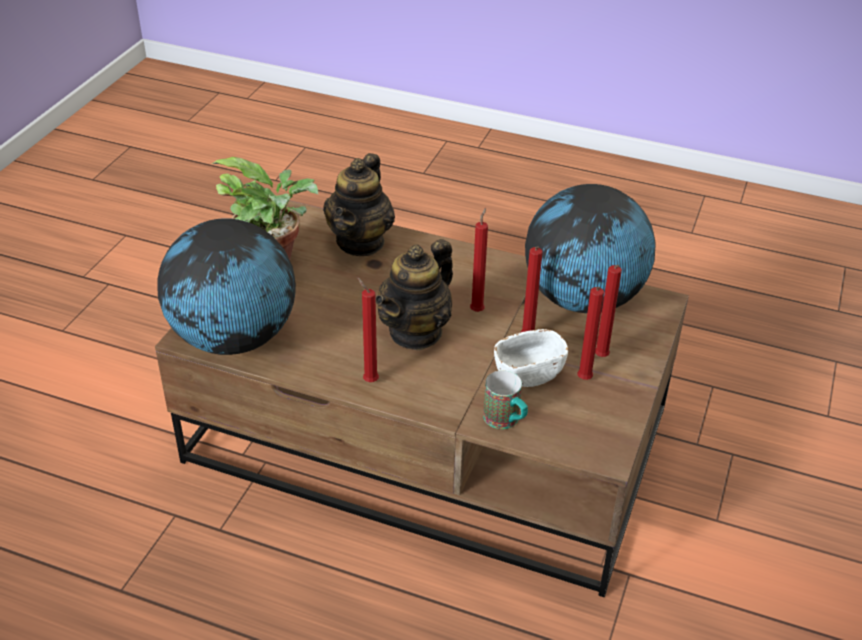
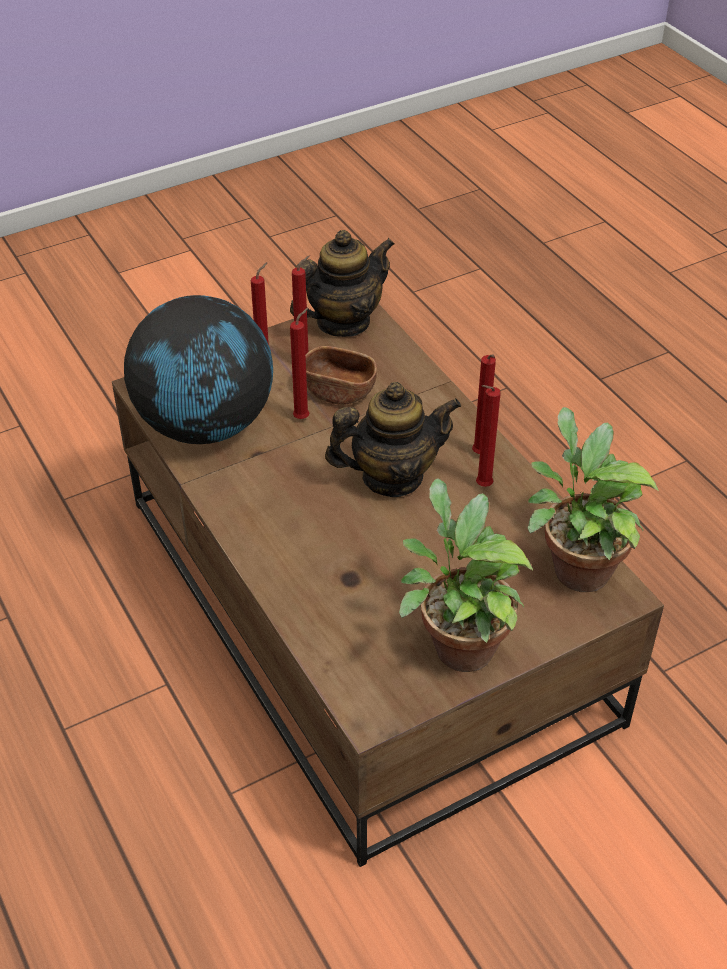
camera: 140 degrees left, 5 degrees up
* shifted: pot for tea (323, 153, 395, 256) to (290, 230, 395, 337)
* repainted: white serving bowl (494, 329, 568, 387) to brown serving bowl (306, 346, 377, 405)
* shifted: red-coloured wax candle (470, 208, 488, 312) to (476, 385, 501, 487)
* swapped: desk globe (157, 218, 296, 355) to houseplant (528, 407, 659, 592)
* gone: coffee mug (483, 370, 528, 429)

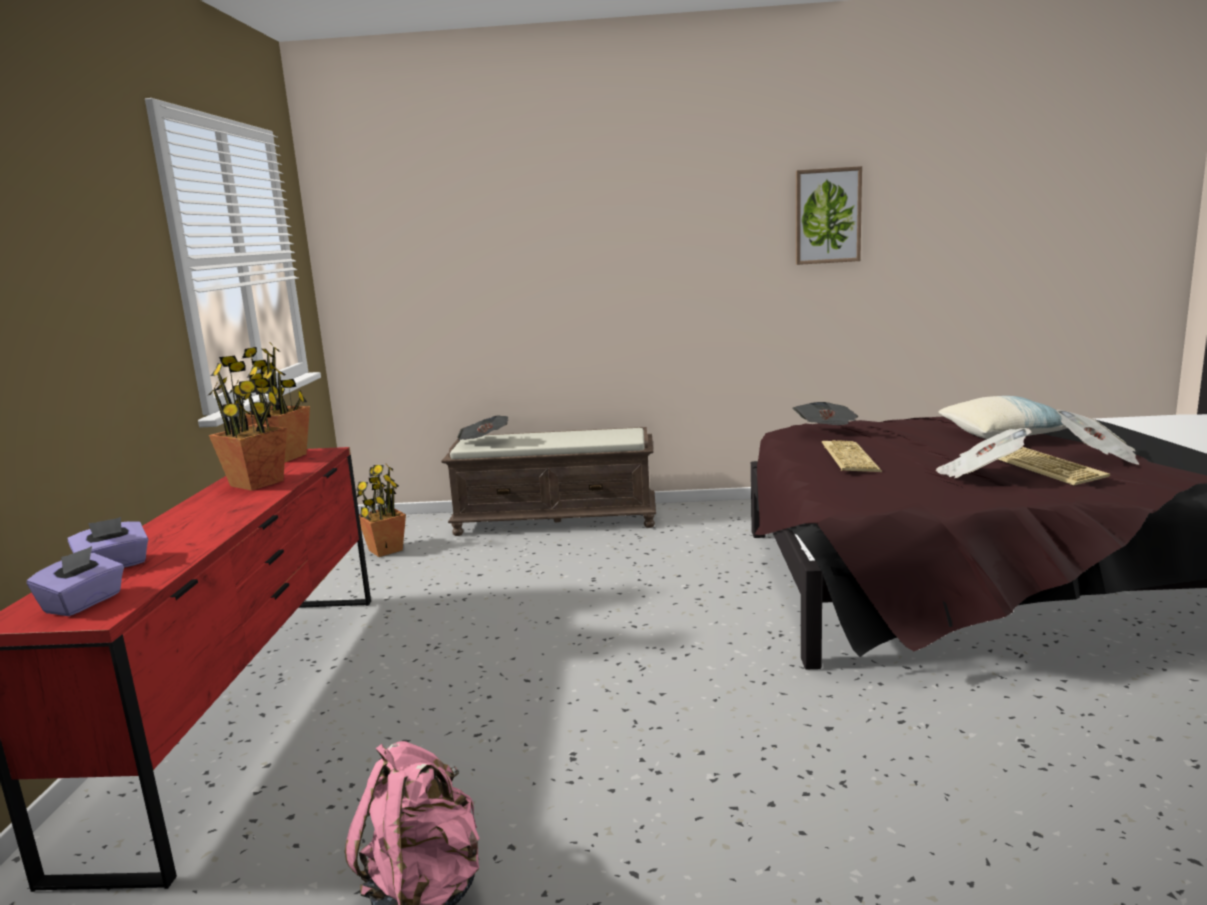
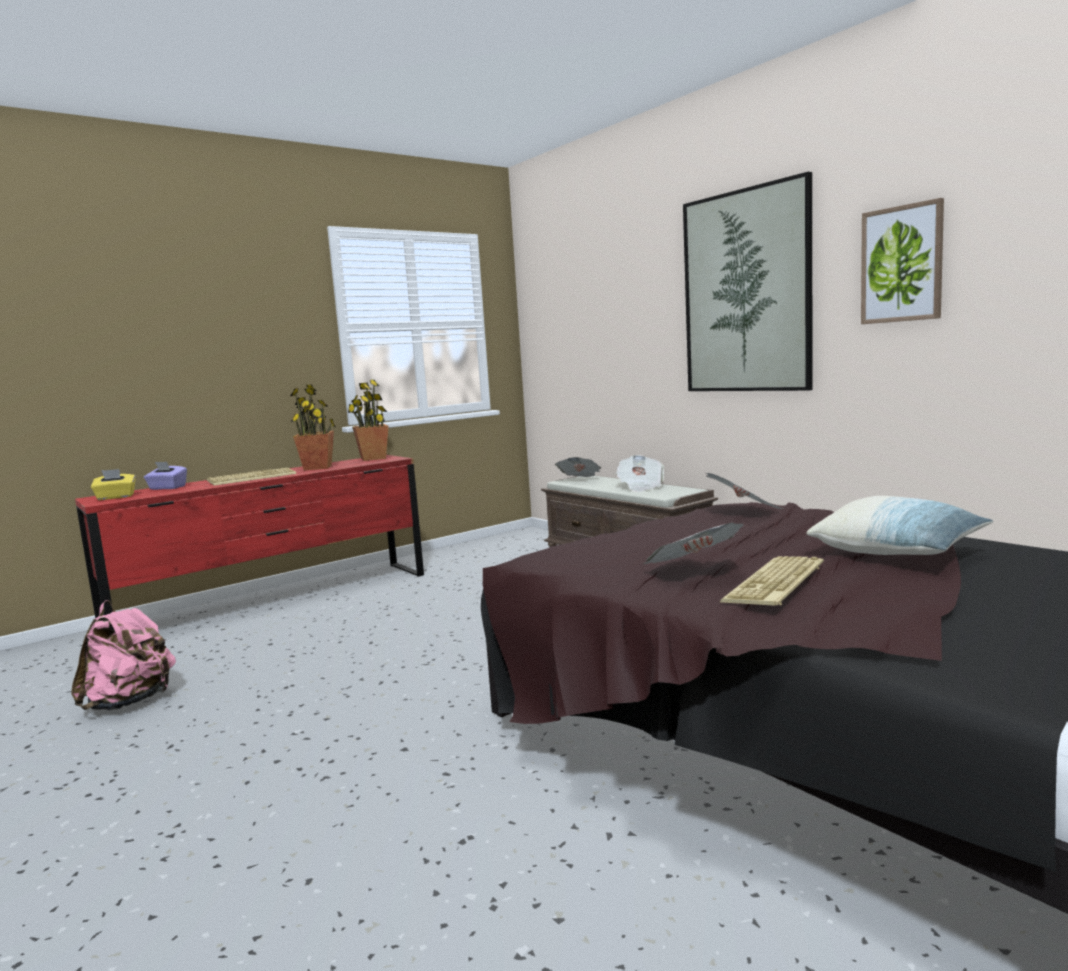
camera: 50 degrees right, 5 degrees down
* repainted: purple box of tissues (27, 546, 124, 616) to yellowish box of tissues (91, 469, 136, 500)
* shifted: PC keyboard (822, 440, 882, 472) to (207, 468, 296, 486)
* shifted: daily paper (1056, 409, 1139, 465) to (615, 455, 664, 492)
* new: picture (683, 172, 813, 391)
* gone: houseplant (356, 464, 406, 557)

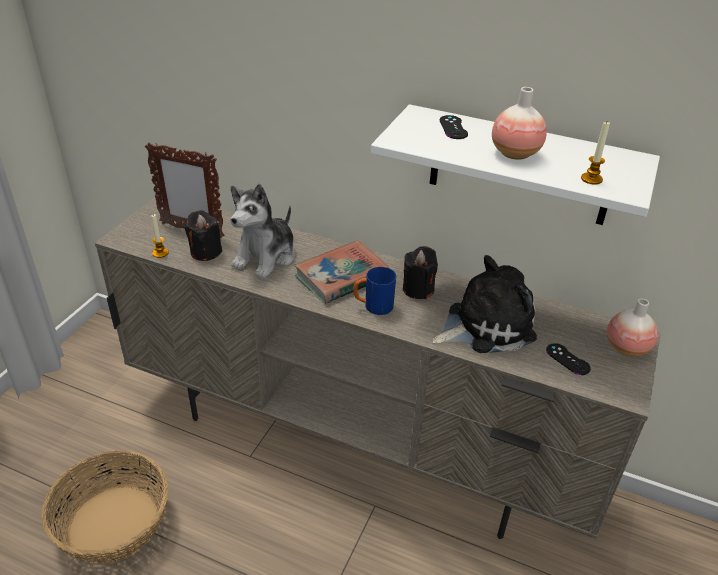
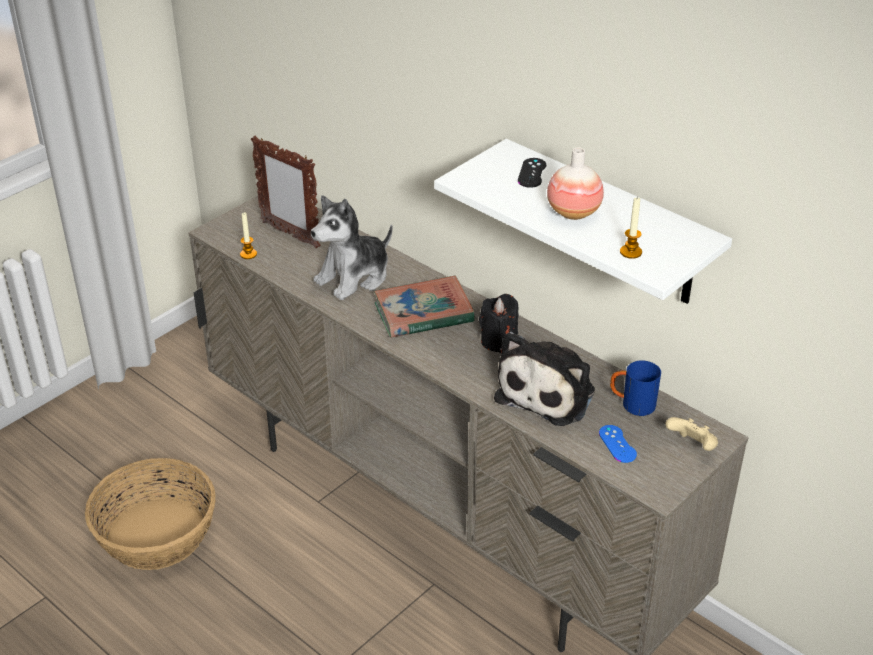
camera: 20 degrees right, 0 degrees up
* rotated: cuddly toy (432, 255, 537, 353) = (494, 332, 595, 426) 120 degrees clockwise
* repainted: black gamepad (546, 343, 591, 375) to blue-coloured gamepad (599, 425, 637, 463)
* shifted: blue-coloured coffee mug (353, 267, 396, 315) to (610, 361, 661, 416)
* swapped: flower vase (607, 299, 658, 356) to beige-coloured gamepad (666, 417, 718, 451)
* gone: black wax candle (185, 210, 222, 261)

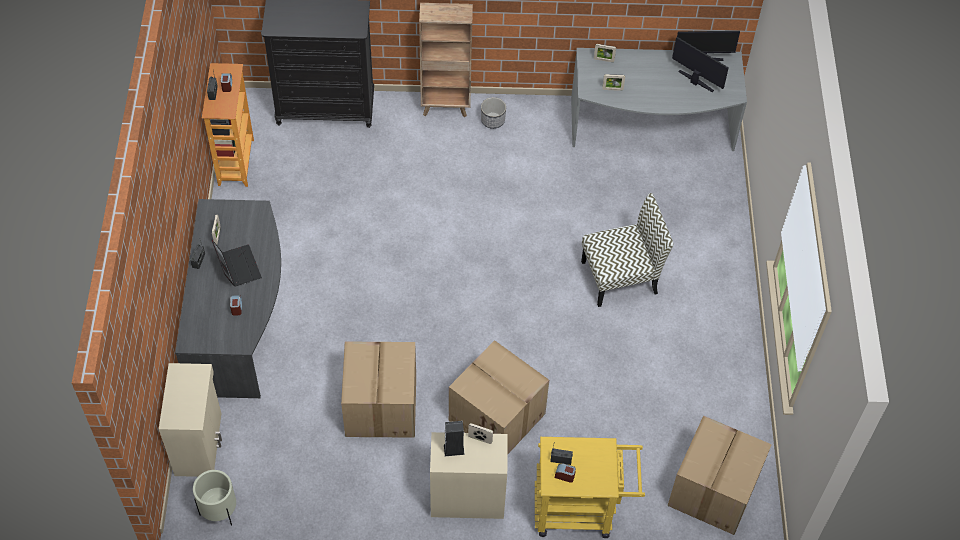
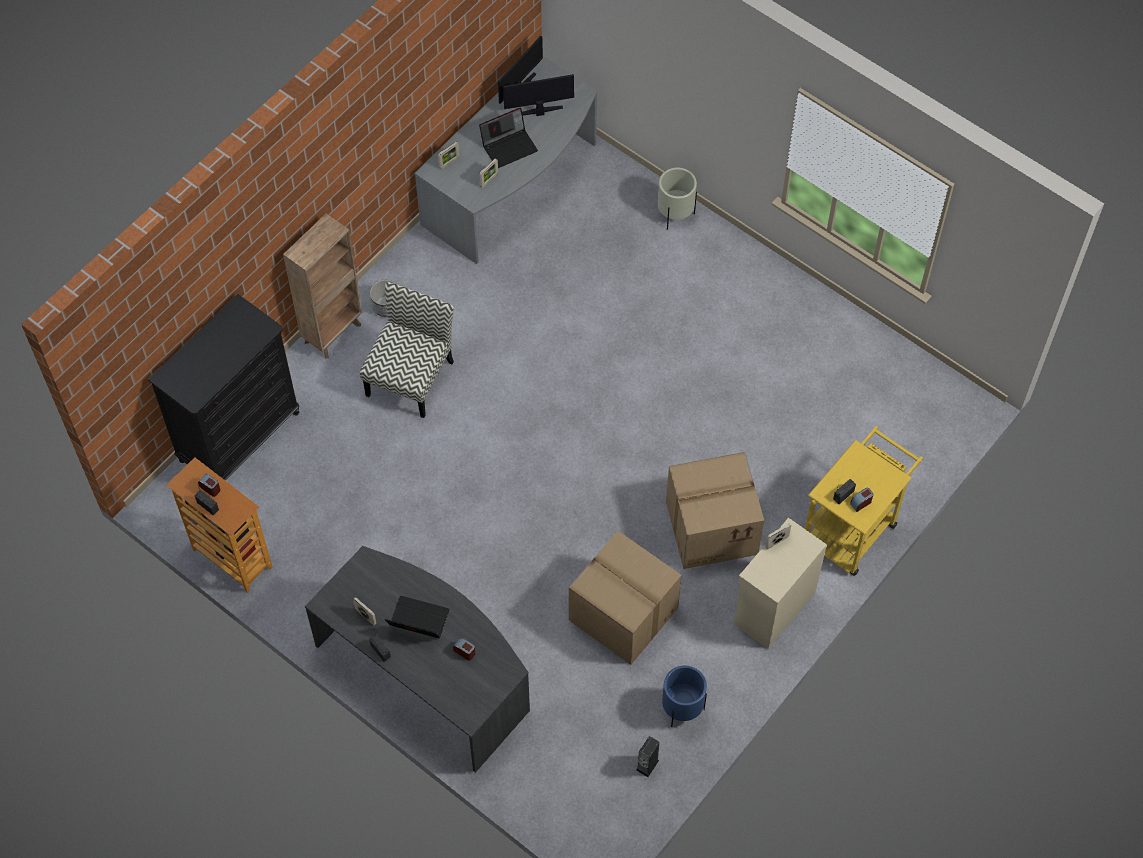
camera: 50 degrees left, 5 degrees up
* shifted: chair (581, 193, 674, 307) to (360, 282, 454, 418)
* new: portable computer (479, 107, 538, 168)
* shifted: loudspeaker (444, 421, 465, 456) to (636, 736, 660, 777)
* shifted: beige-coloured flower pot (193, 470, 236, 526) to (658, 168, 697, 230)
* new: blue-coloured flower pot (662, 666, 707, 727)
* gone: beige-coloured cupboard (159, 363, 222, 477)
* gone: packing box (668, 416, 772, 535)

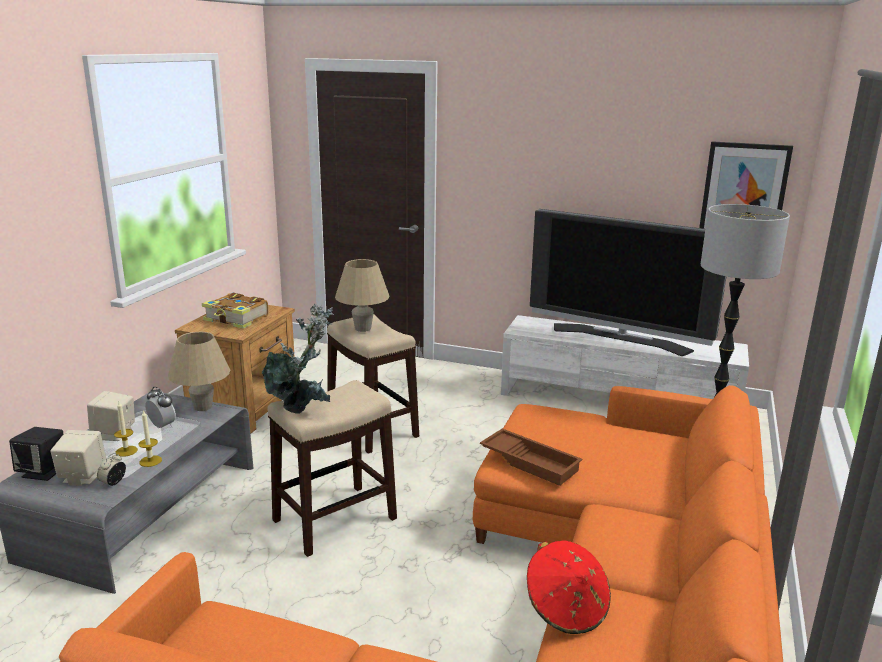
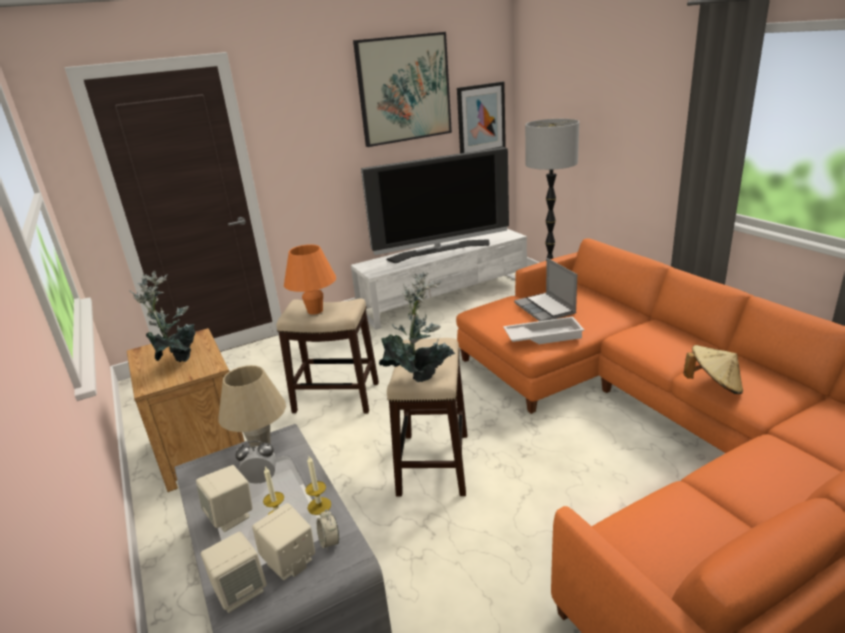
camera: 45 degrees left, 5 degrees up
* swapped: volume (202, 293, 269, 329) to houseplant (130, 271, 196, 362)
* repainted: black loudspeaker (9, 427, 63, 481) to beige-coloured loudspeaker (201, 531, 267, 613)
* repainted: beige-coloured lamp for a table (335, 259, 390, 332) to orangey lamp for a table (284, 244, 336, 314)
* new: picture (353, 32, 452, 147)
* repainted: brown tray (480, 429, 583, 486) to white tray (503, 317, 584, 344)
* new: portable computer (514, 258, 577, 321)
* repainted: red-coloured hat (527, 541, 611, 634) to beige-coloured hat (684, 345, 743, 394)

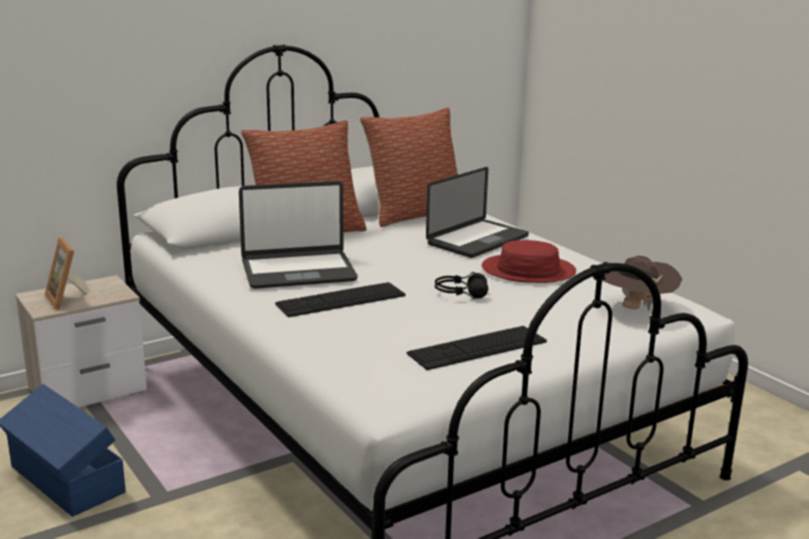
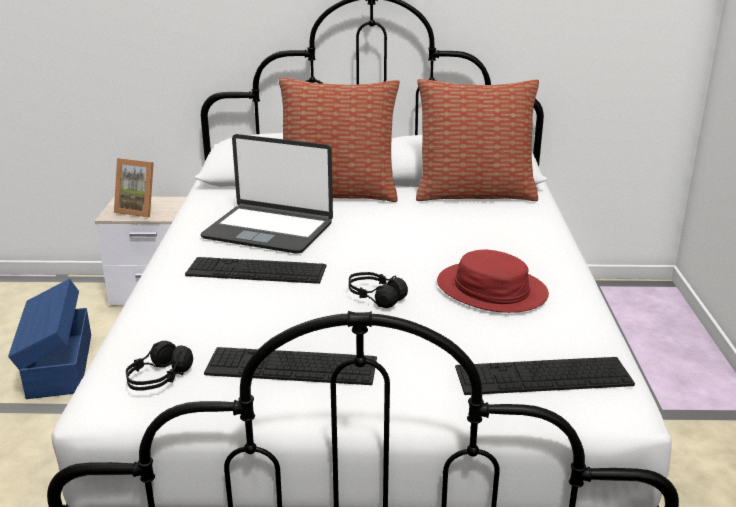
camera: 35 degrees right, 5 degrees up
* rotated: photo frame (45, 238, 90, 310) = (114, 158, 154, 217) 75 degrees counterclockwise
* new: black headset (126, 341, 193, 391)
* swapped: brown hat (603, 256, 683, 311) to PC keyboard (455, 357, 635, 395)
* gone: portable computer (426, 167, 529, 258)

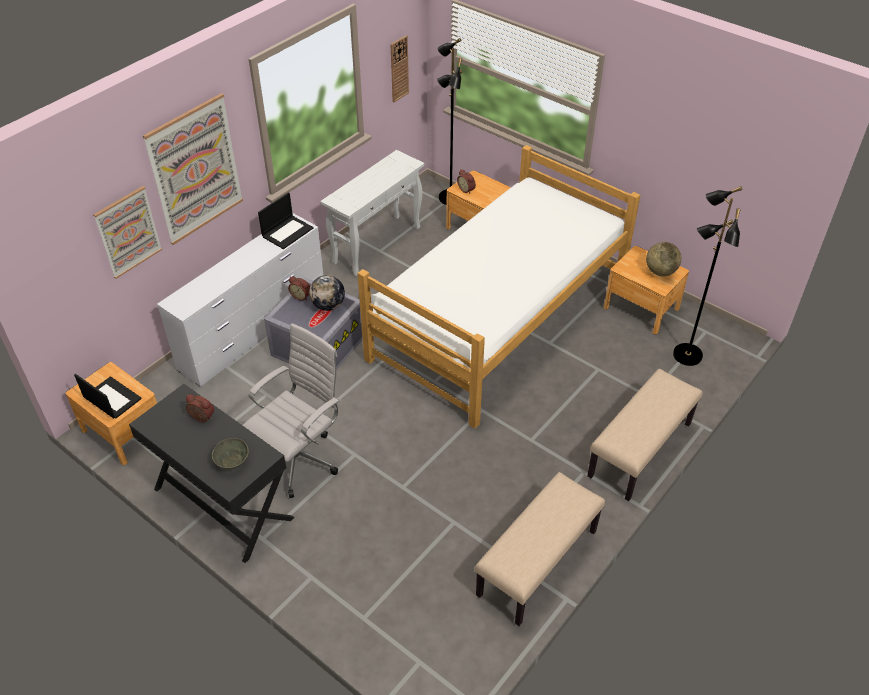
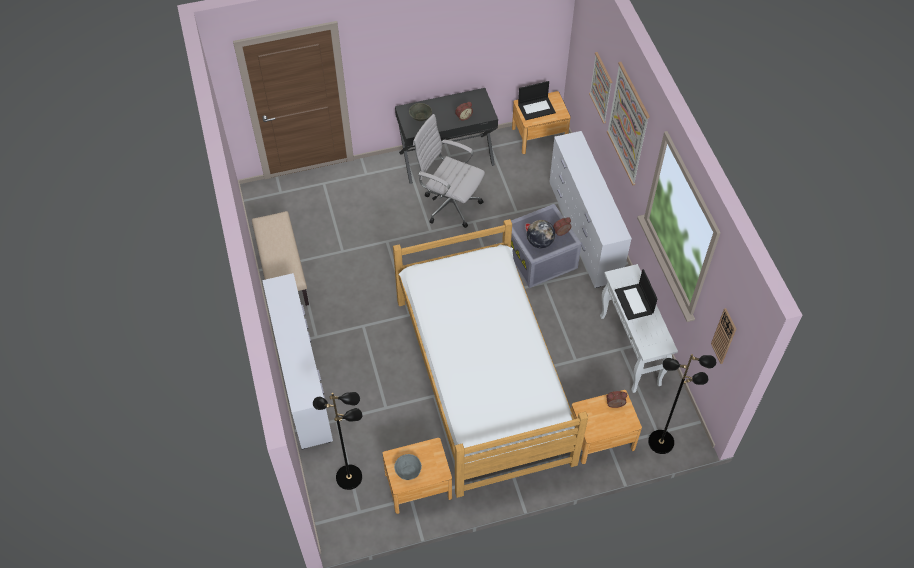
camera: 125 degrees right, 10 degrees up
* swapped: beige-coloured long seat (587, 369, 703, 501) to white chest of drawers (262, 273, 333, 449)
* swapped: desk globe (646, 242, 681, 276) to gray serving bowl (394, 454, 422, 480)
* rotated: white office chair (243, 323, 340, 498) = (413, 114, 485, 228) 135 degrees clockwise
* shifted: portable computer (258, 192, 313, 249) to (615, 269, 657, 320)

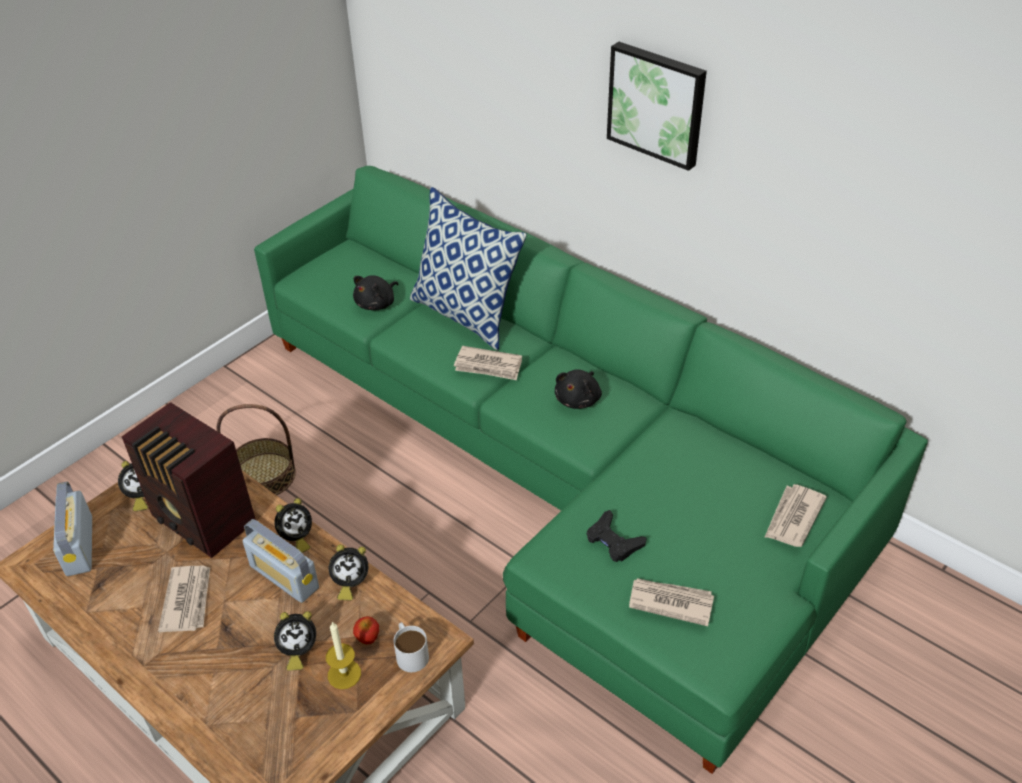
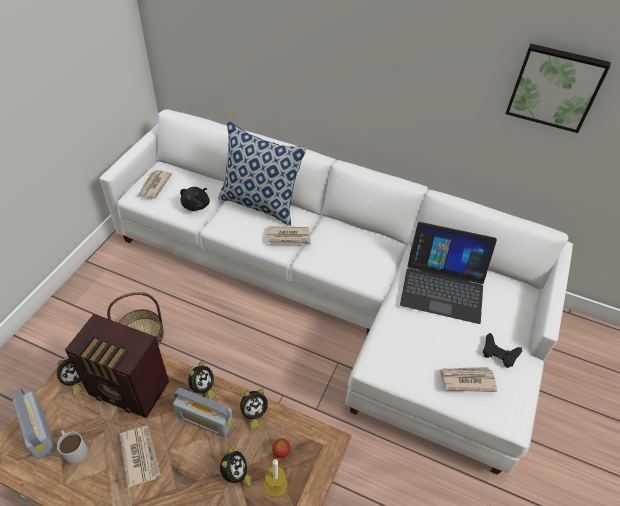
camera: 20 degrees left, 5 degrees up
* shifted: white coffee mug (394, 622, 429, 672) to (57, 430, 88, 464)
* repainted: green couch (254, 166, 928, 774) to white couch (100, 109, 573, 475)
* shifted: daily paper (764, 484, 827, 547) to (137, 170, 172, 199)
* rotated: table clock (274, 611, 316, 671) = (220, 448, 253, 487) 45 degrees counterclockwise
* new: portable computer (400, 222, 497, 324)
* shifted: black gamepad (587, 510, 647, 562) to (482, 333, 522, 368)
* shifted: picture (607, 42, 707, 171) to (505, 43, 611, 133)
* gone: black cuddly toy (554, 370, 602, 409)

